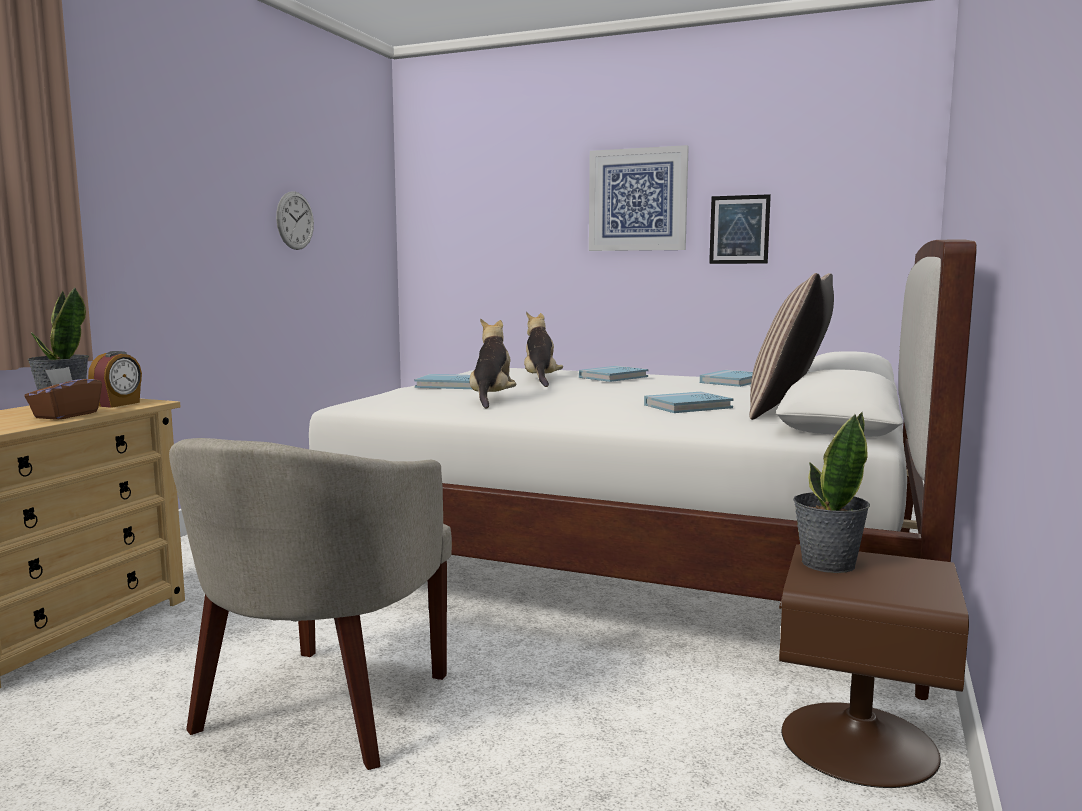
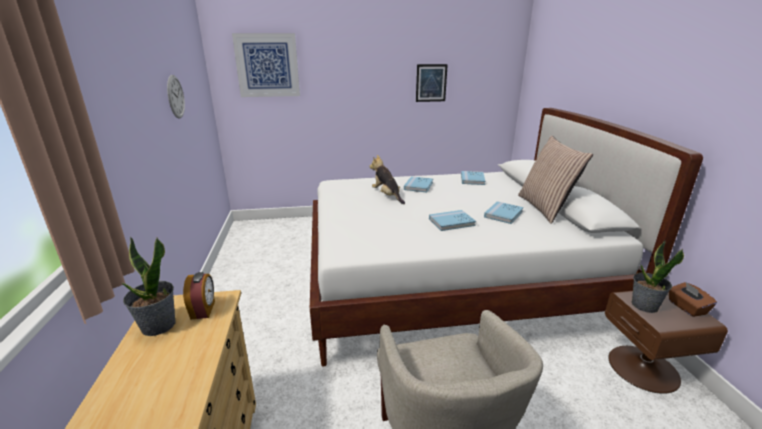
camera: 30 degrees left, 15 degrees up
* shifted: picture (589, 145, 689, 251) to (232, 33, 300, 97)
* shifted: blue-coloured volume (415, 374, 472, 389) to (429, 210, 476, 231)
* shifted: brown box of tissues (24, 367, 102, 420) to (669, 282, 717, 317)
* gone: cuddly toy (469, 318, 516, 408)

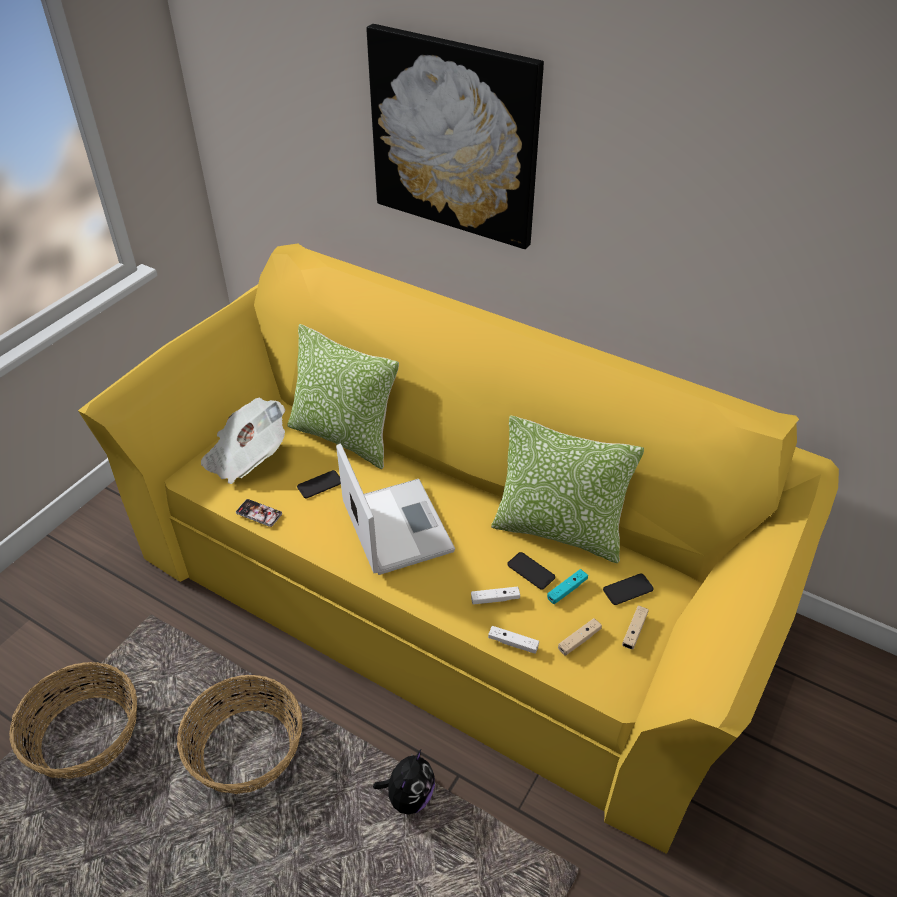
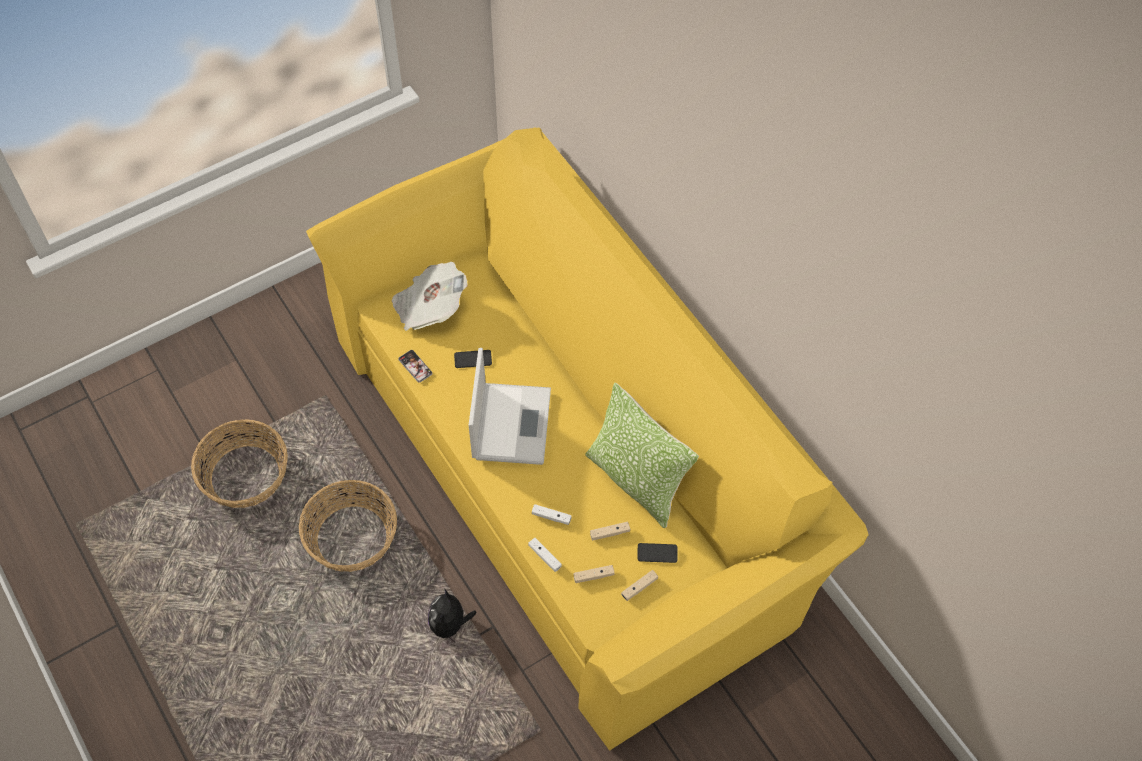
camera: 25 degrees right, 15 degrees up
* rotated: cuddly toy (373, 749, 435, 815) = (428, 589, 477, 640) 135 degrees clockwise
* repainted: blue-green gamepad (547, 569, 588, 604) to beige-coloured gamepad (590, 522, 630, 541)
* gone: cushion (287, 324, 399, 469)
* gone: picture (366, 24, 544, 249)
* gone: handset (507, 552, 555, 590)

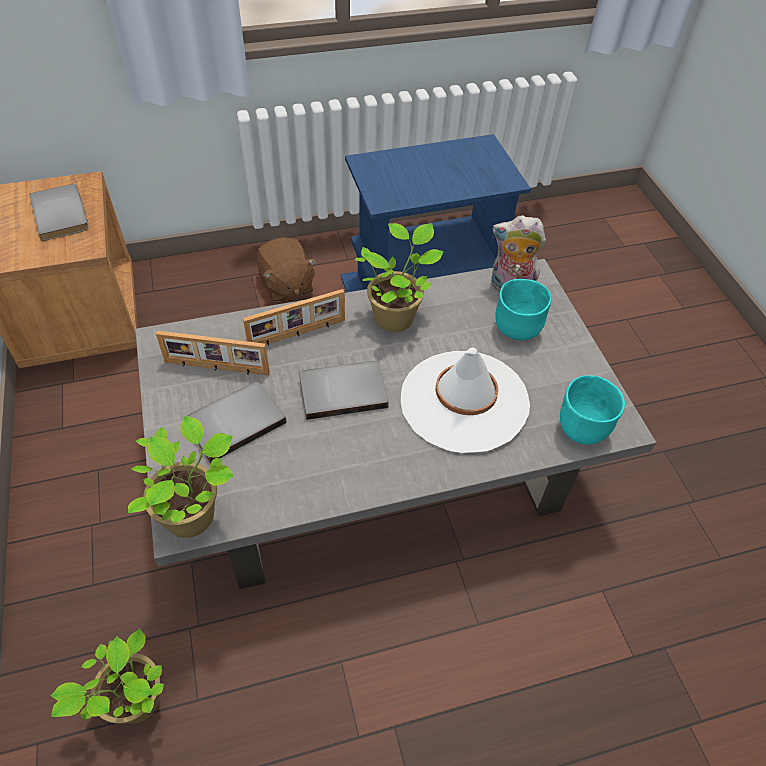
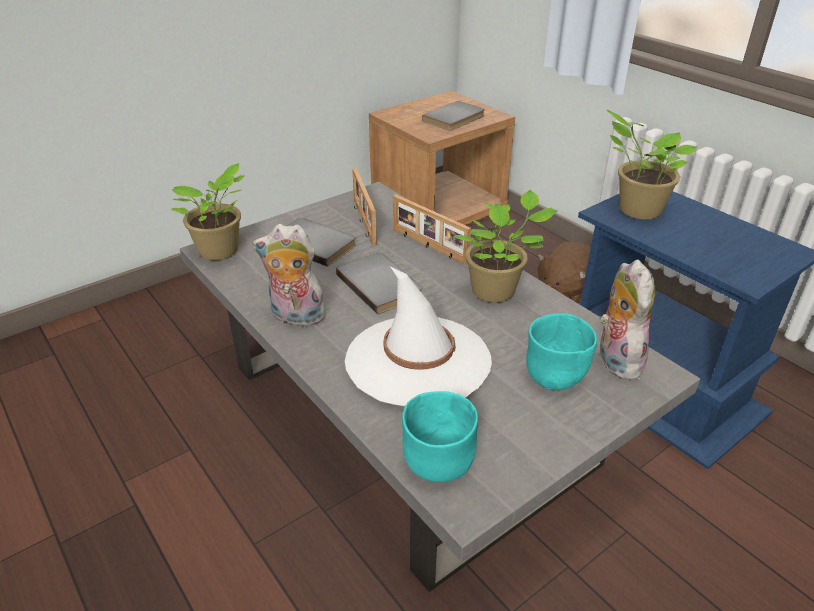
camera: 70 degrees right, 15 degrees down
* new: cuddly toy (253, 224, 329, 330)
* shifted: houseplant (51, 629, 164, 724) to (607, 110, 696, 220)

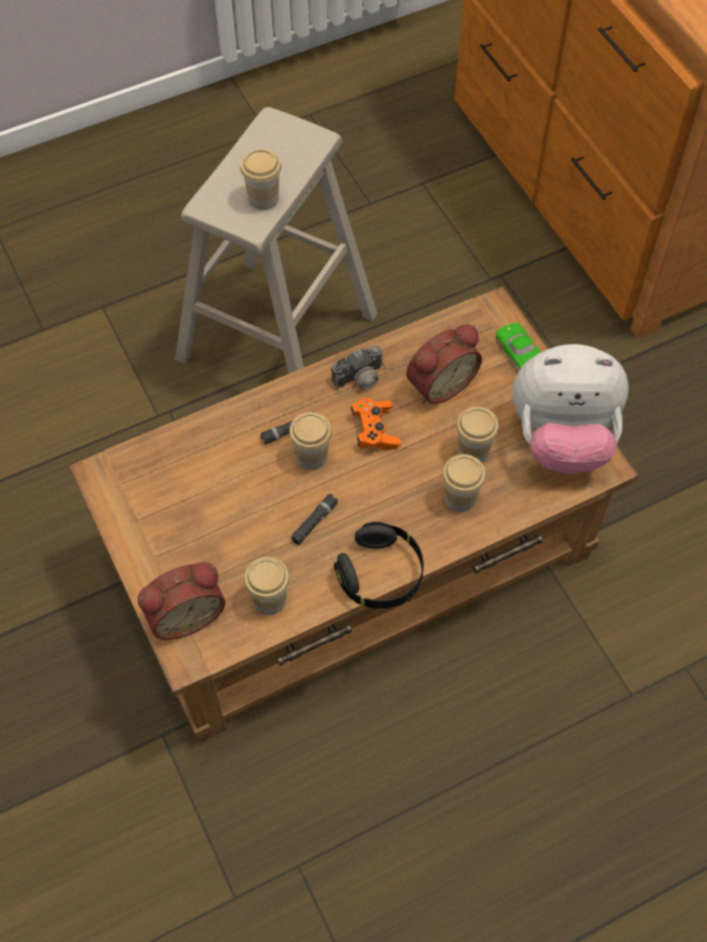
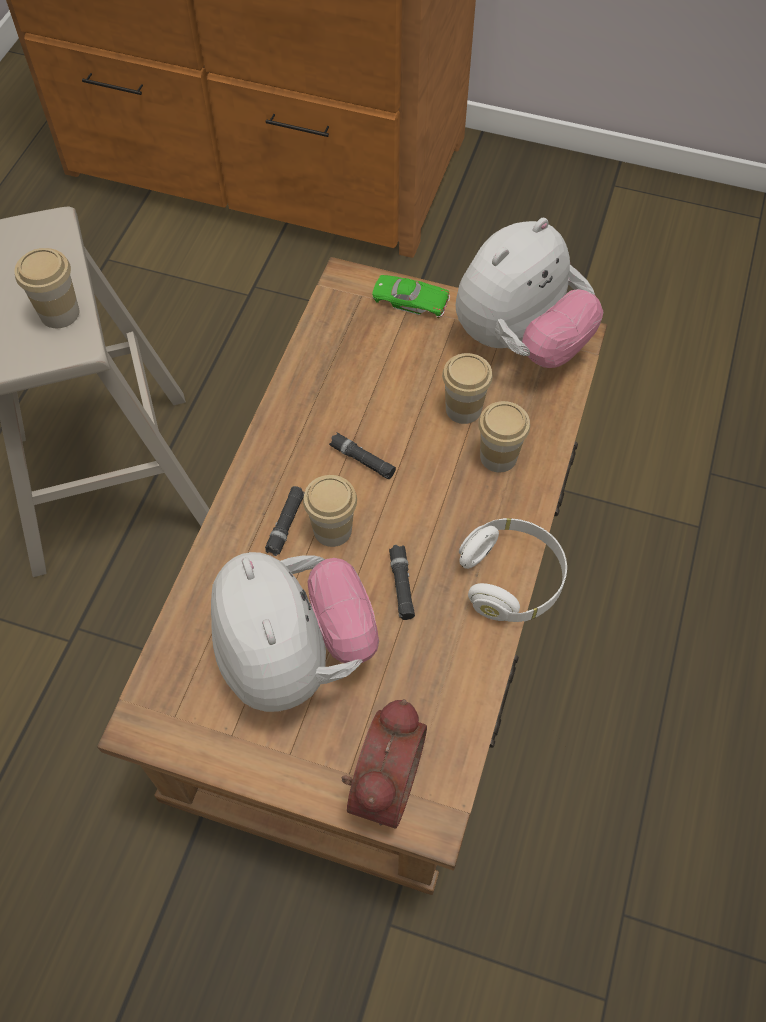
camera: 45 degrees left, 0 degrees up
* new: cuddly toy (211, 552, 379, 712)
* swapped: orangey gamepad (350, 398, 401, 450) to black torch (329, 433, 396, 479)
* repainted: black headset (334, 522, 424, 609) to white headset (459, 518, 567, 622)
* gone: small cup (244, 557, 290, 615)
* gone: still camera (331, 346, 402, 397)
* gone: table clock (406, 324, 482, 404)

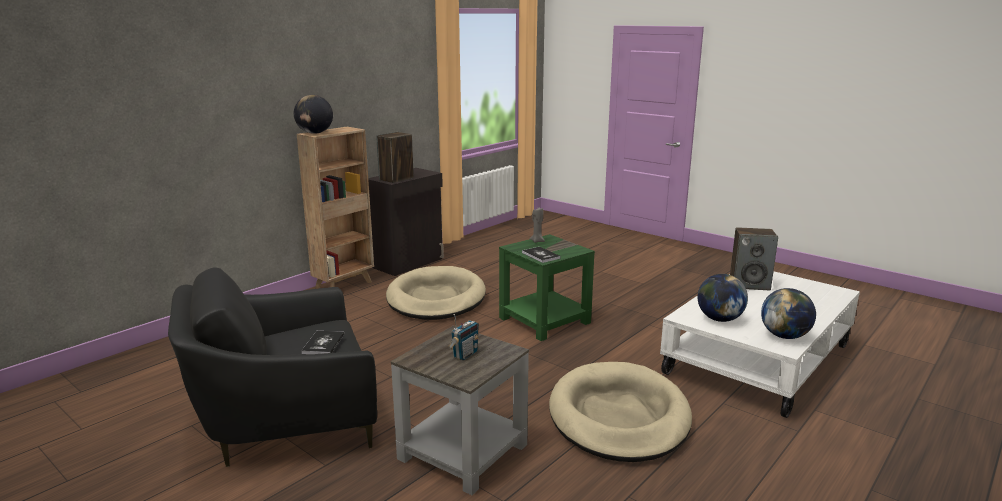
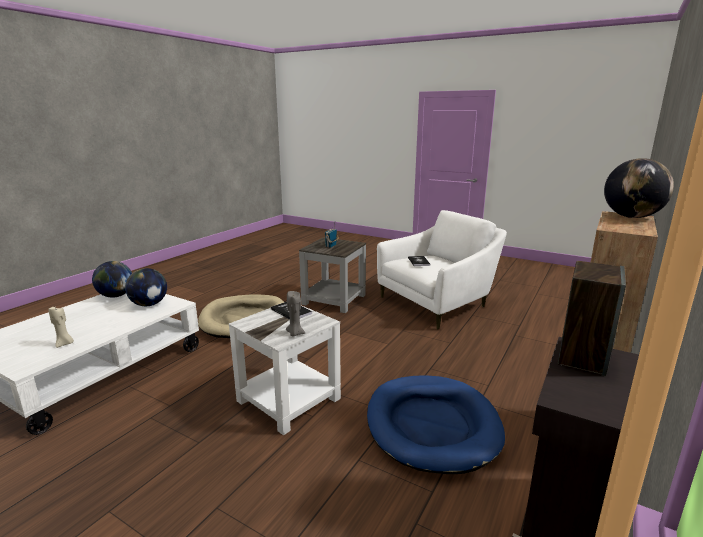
camera: 170 degrees right, 0 degrees up
* swapped: loudspeaker (730, 227, 778, 290) to beige-coloured wax candle (48, 306, 74, 348)
* repainted: green accent table (499, 234, 595, 341) to white accent table (229, 305, 341, 435)
* repainted: beige-coloured dog cushion (386, 266, 486, 320) to blue-coloured dog cushion (367, 375, 505, 474)
* repainted: black armchair (168, 267, 377, 467) to white armchair (377, 210, 507, 330)

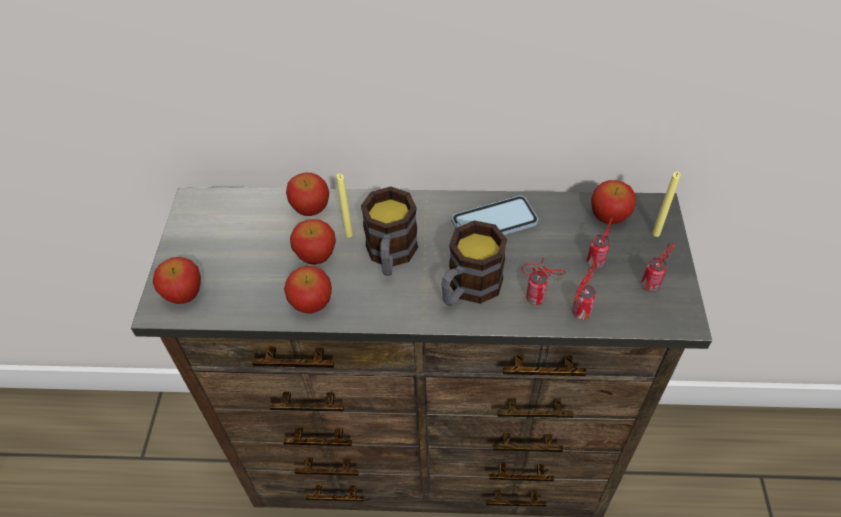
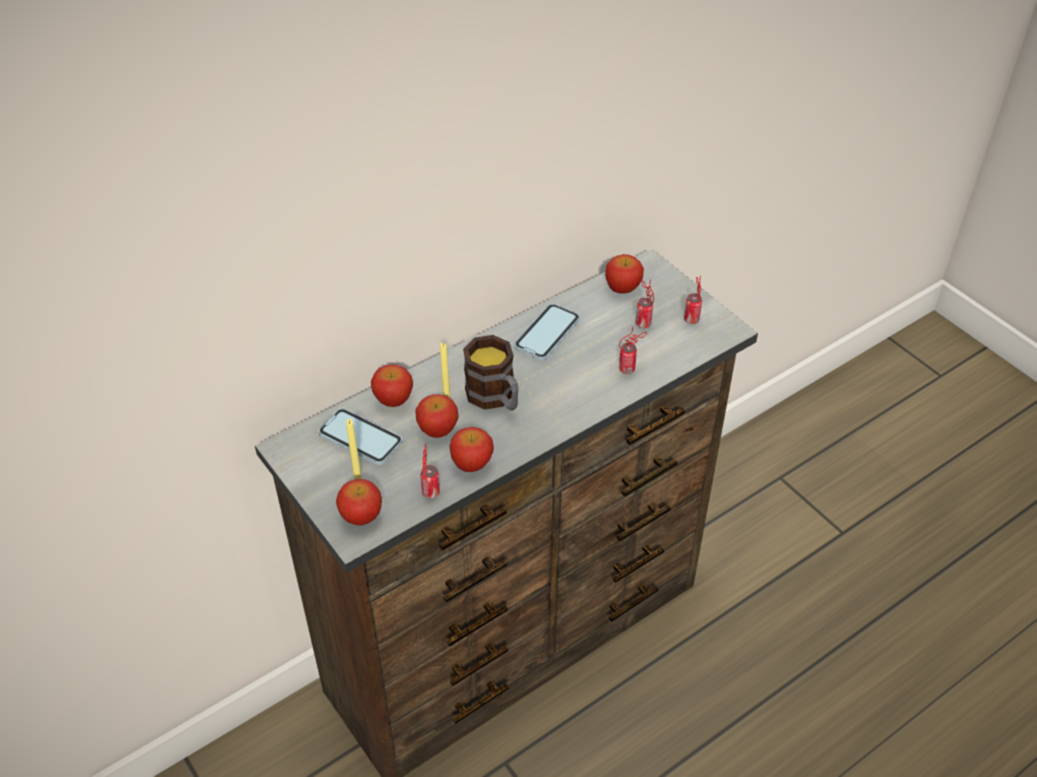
camera: 40 degrees left, 5 degrees down
* new: handset (319, 408, 402, 465)
* shifted: yellowish wax candle (652, 171, 681, 237) to (346, 419, 362, 480)
* shifted: sealed can (572, 264, 597, 319) to (420, 444, 440, 498)
* gone: coffee mug (441, 220, 508, 306)

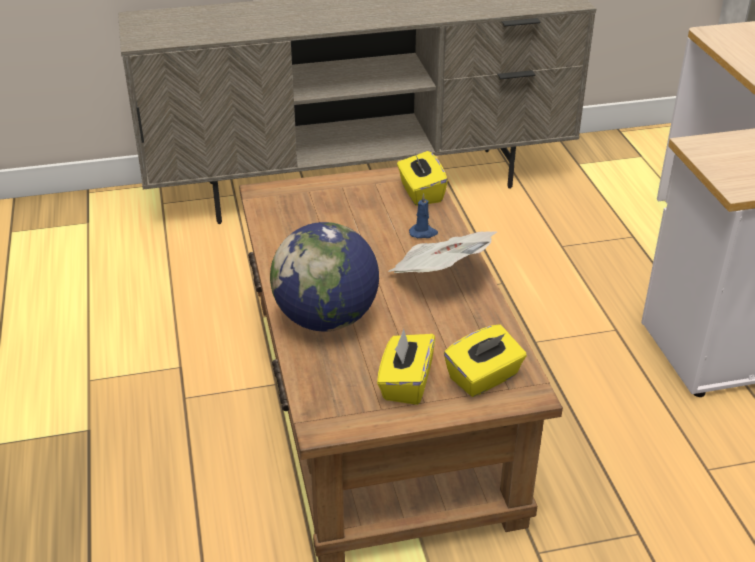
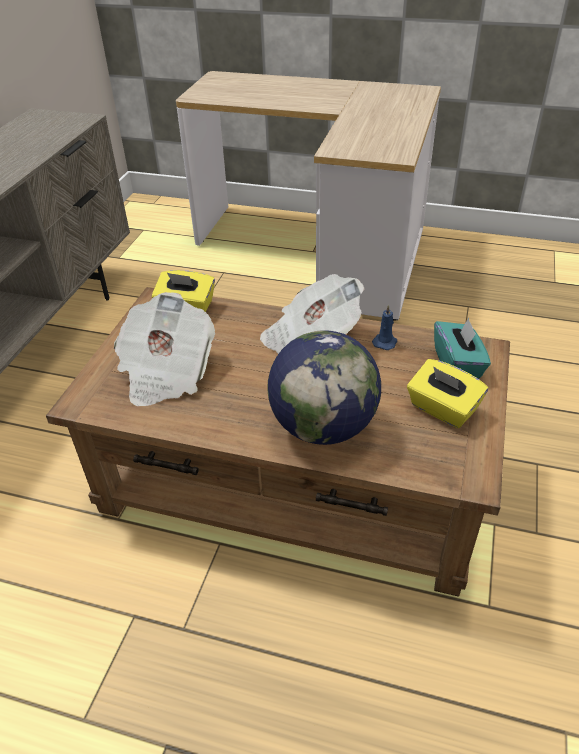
camera: 60 degrees left, 5 degrees up
* new: daily paper (114, 292, 215, 406)
* shifted: blue-coloured wax candle (409, 193, 438, 238) to (372, 305, 397, 350)
* repainted: yellowish box of tissues (444, 324, 527, 397) to blue-green box of tissues (434, 318, 491, 379)

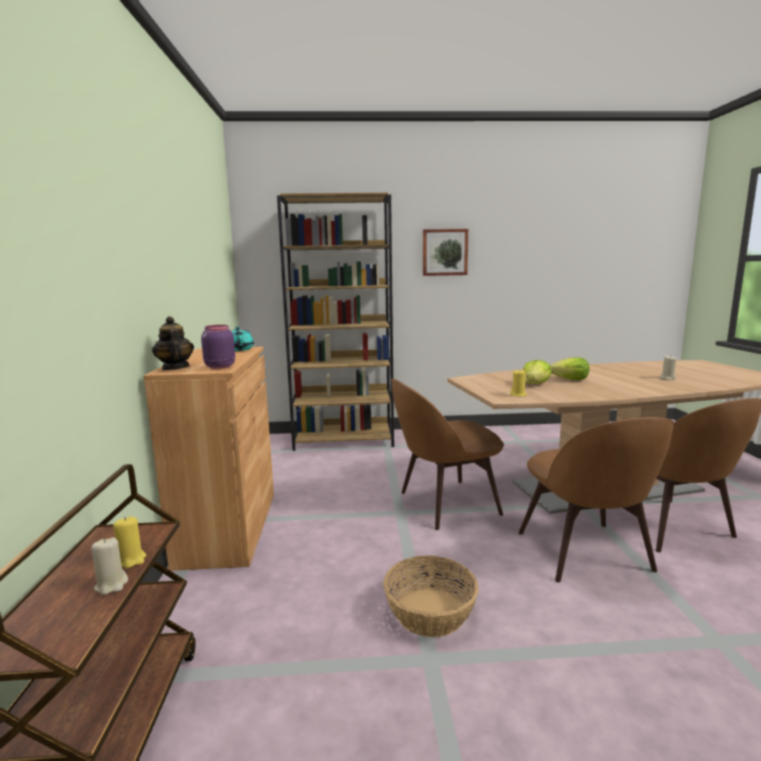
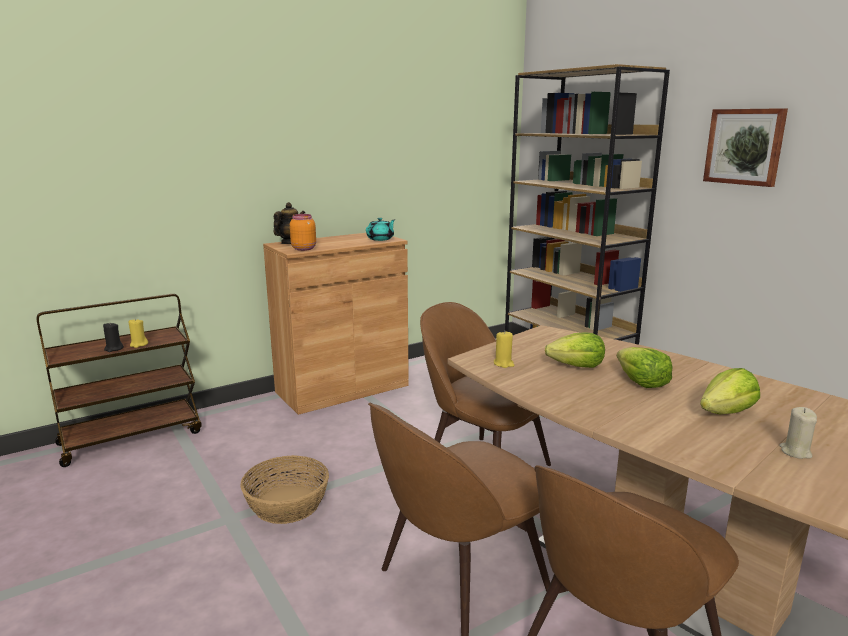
camera: 60 degrees right, 5 degrees up
* repainted: beige-coloured wax candle (91, 537, 128, 595) to black wax candle (103, 323, 124, 352)
* repainted: purple storage jar (201, 325, 235, 369) to orangey storage jar (290, 214, 316, 251)
* new: head of lettuce (700, 368, 760, 414)

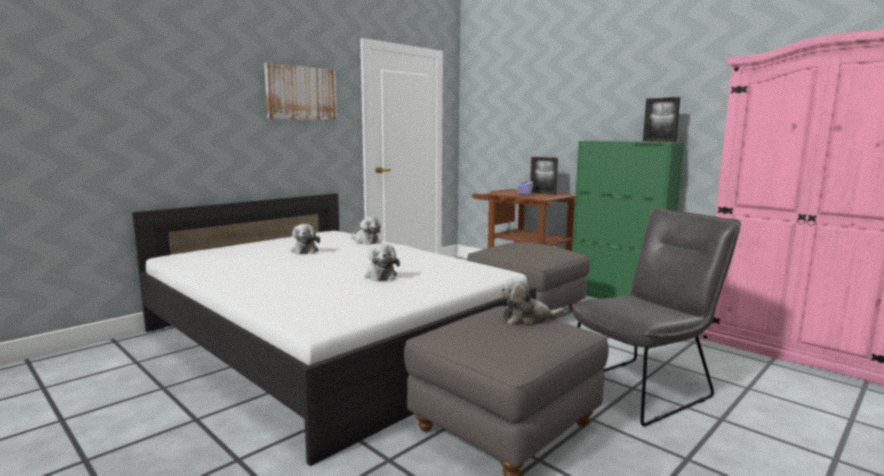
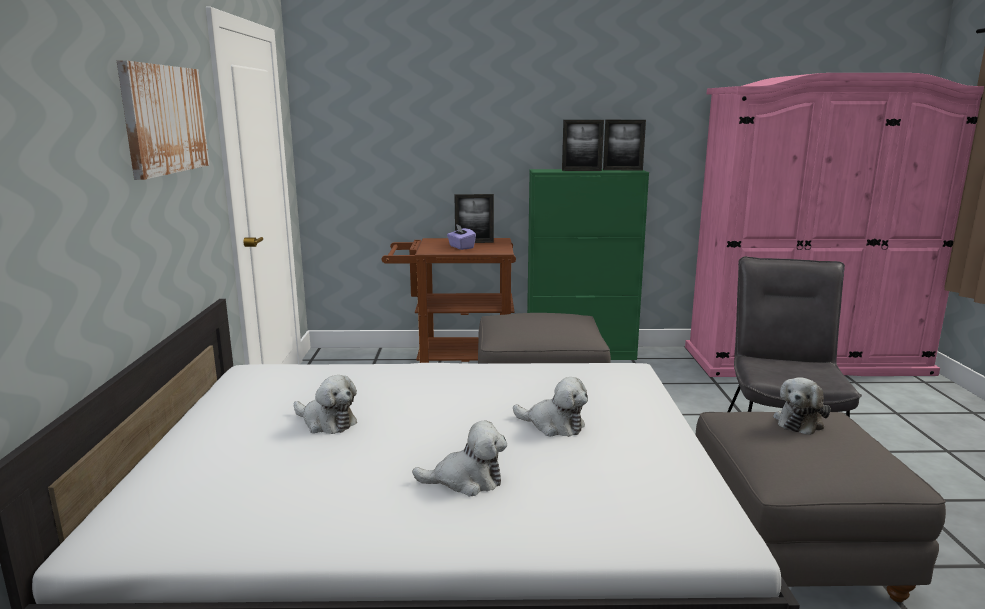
camera: 45 degrees left, 5 degrees up
* shifted: cuddly toy (351, 216, 381, 245) to (412, 421, 507, 496)
* new: photo frame (562, 120, 604, 171)

